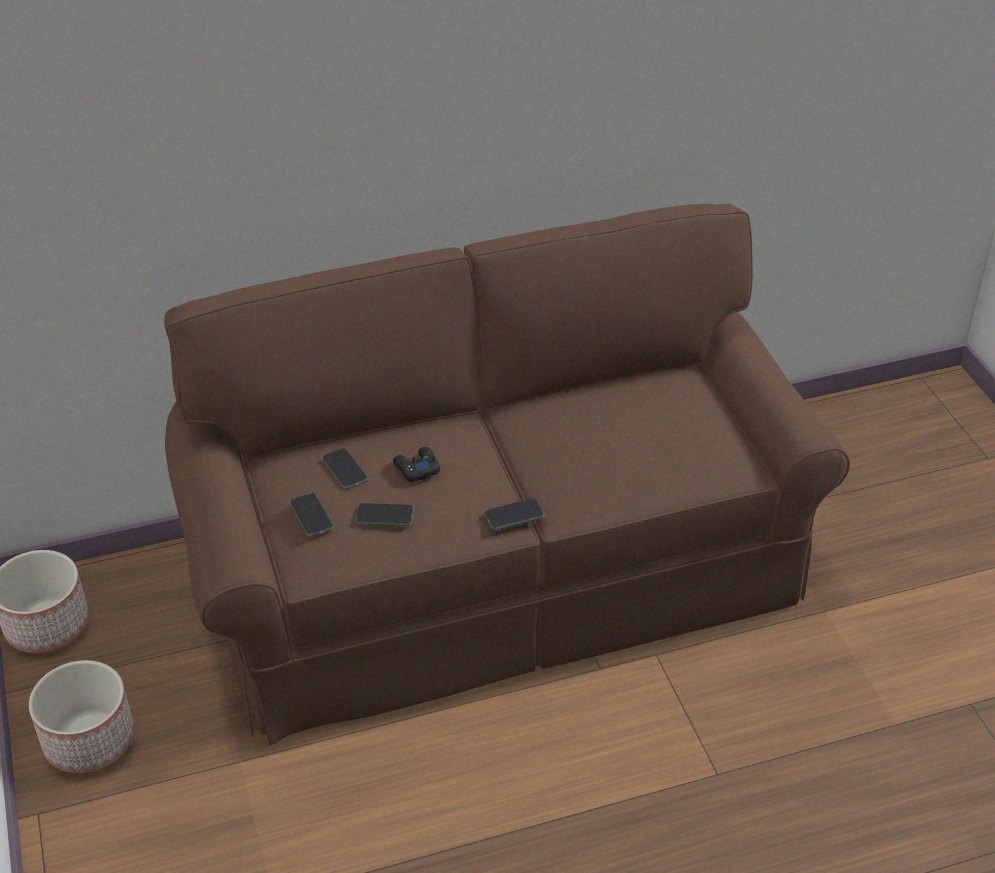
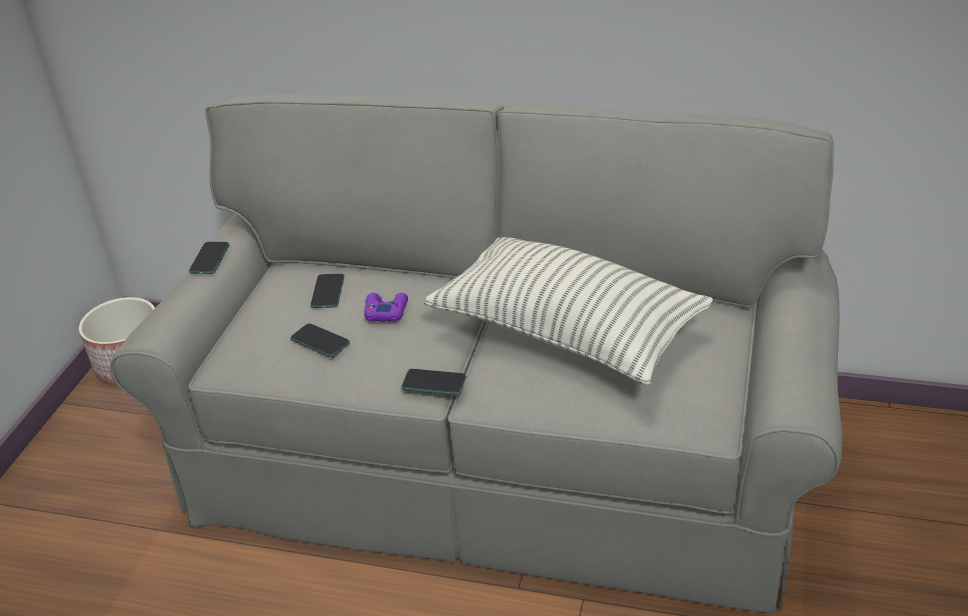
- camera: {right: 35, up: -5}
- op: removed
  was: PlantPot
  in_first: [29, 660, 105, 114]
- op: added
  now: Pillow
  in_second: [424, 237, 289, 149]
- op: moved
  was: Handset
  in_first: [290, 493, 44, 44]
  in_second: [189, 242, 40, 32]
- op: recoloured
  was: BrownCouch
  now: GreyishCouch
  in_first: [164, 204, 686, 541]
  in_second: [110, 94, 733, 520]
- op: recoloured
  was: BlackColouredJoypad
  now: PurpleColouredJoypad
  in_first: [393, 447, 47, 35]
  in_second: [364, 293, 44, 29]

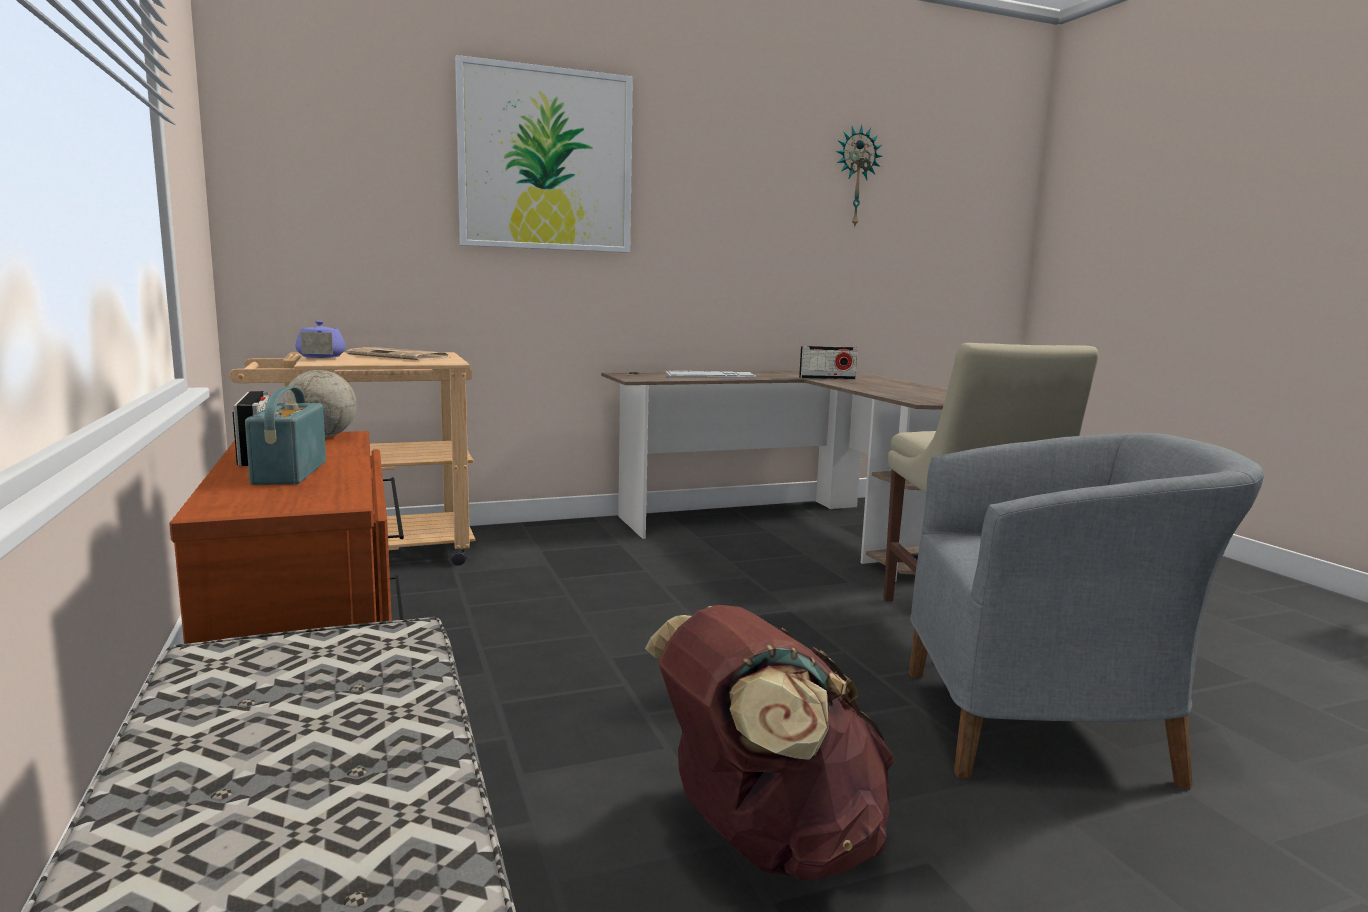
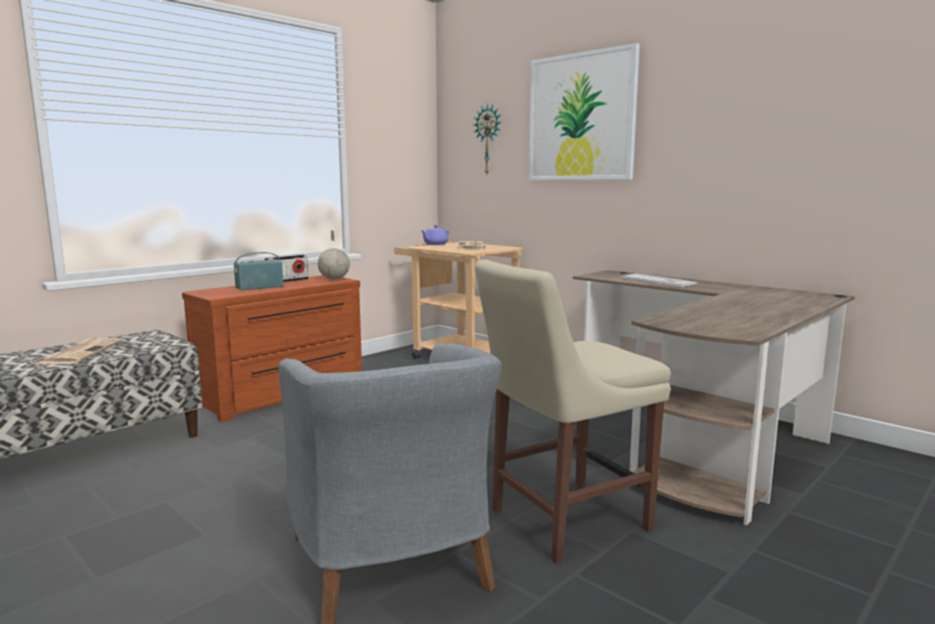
- camera: {right: 65, up: 0}
- op: removed
  was: BrownRucksack
  in_first: [645, 605, 249, 275]
- op: removed
  was: Radio
  in_first: [799, 346, 59, 34]
- op: added
  now: DailyPaper
  in_second: [36, 338, 86, 26]
- op: moved
  was: HangingClock
  in_first: [836, 125, 46, 103]
  in_second: [474, 104, 28, 72]

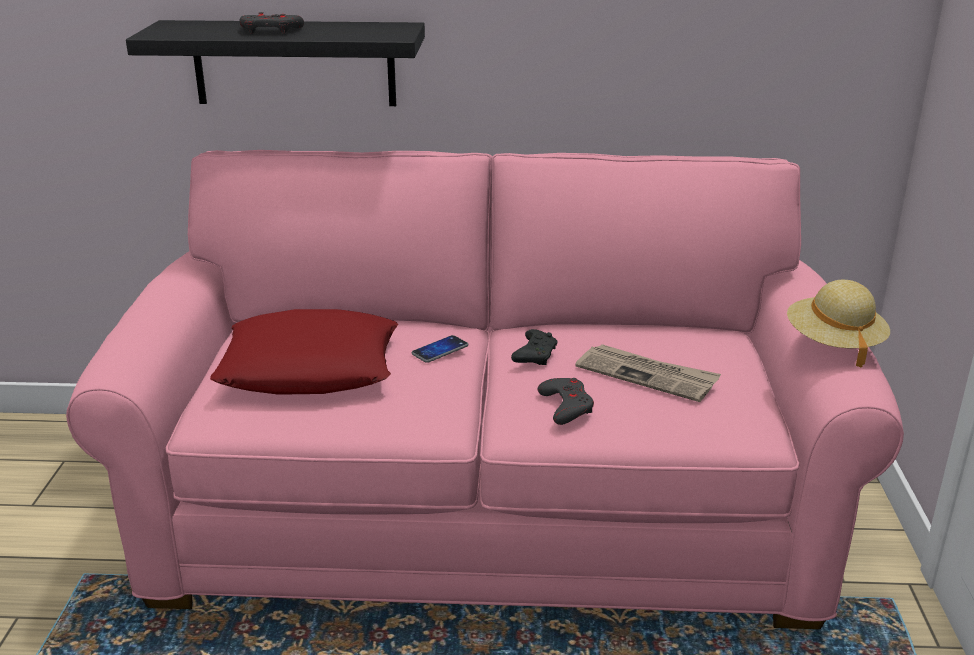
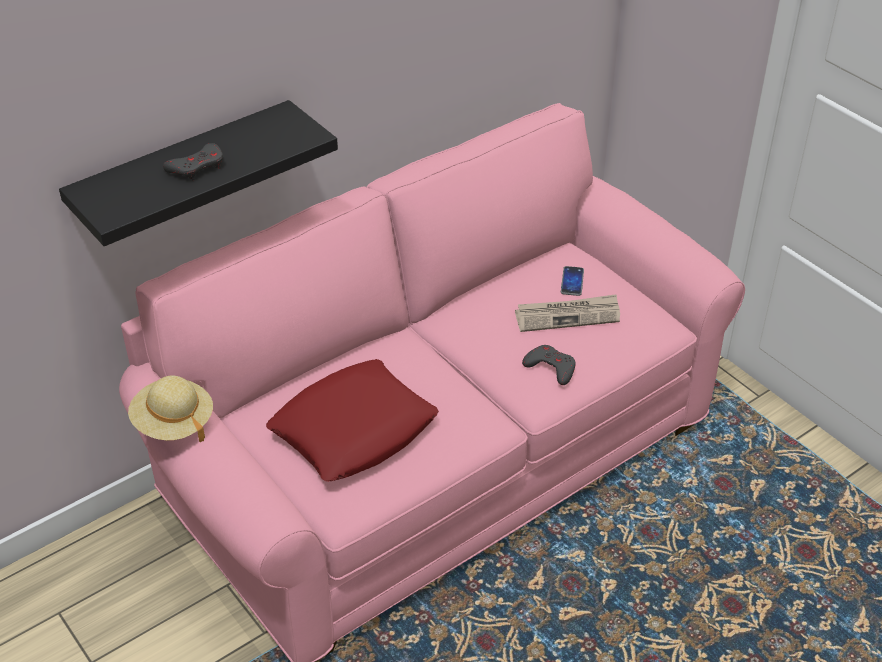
- camera: {right: -40, up: 15}
- op: removed
  was: BlackColouredJoypad
  in_first: [511, 329, 46, 36]
- op: moved
  was: Handset
  in_first: [411, 335, 57, 28]
  in_second: [561, 266, 23, 30]
- op: moved
  was: BeigeWearableHat
  in_first: [787, 280, 103, 87]
  in_second: [128, 375, 85, 67]

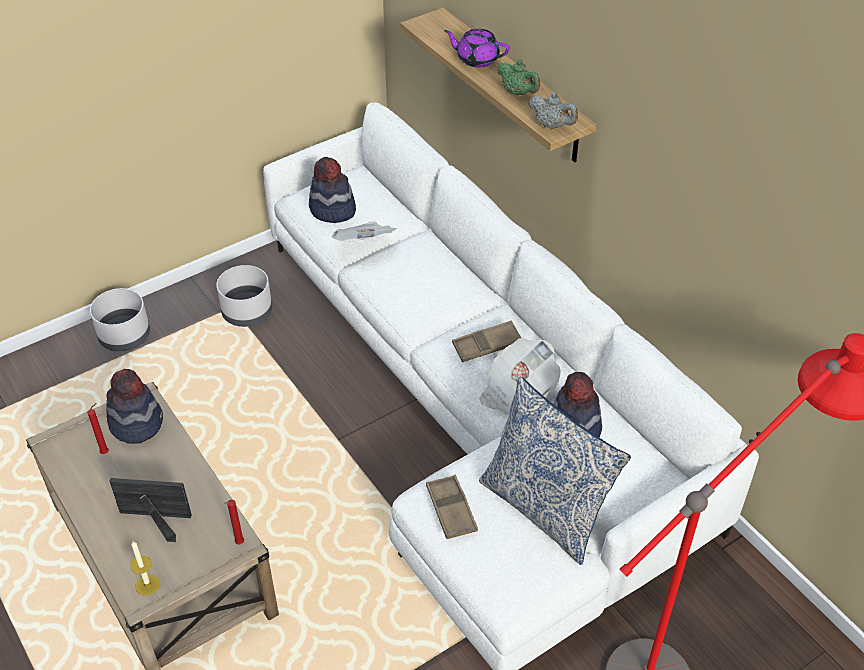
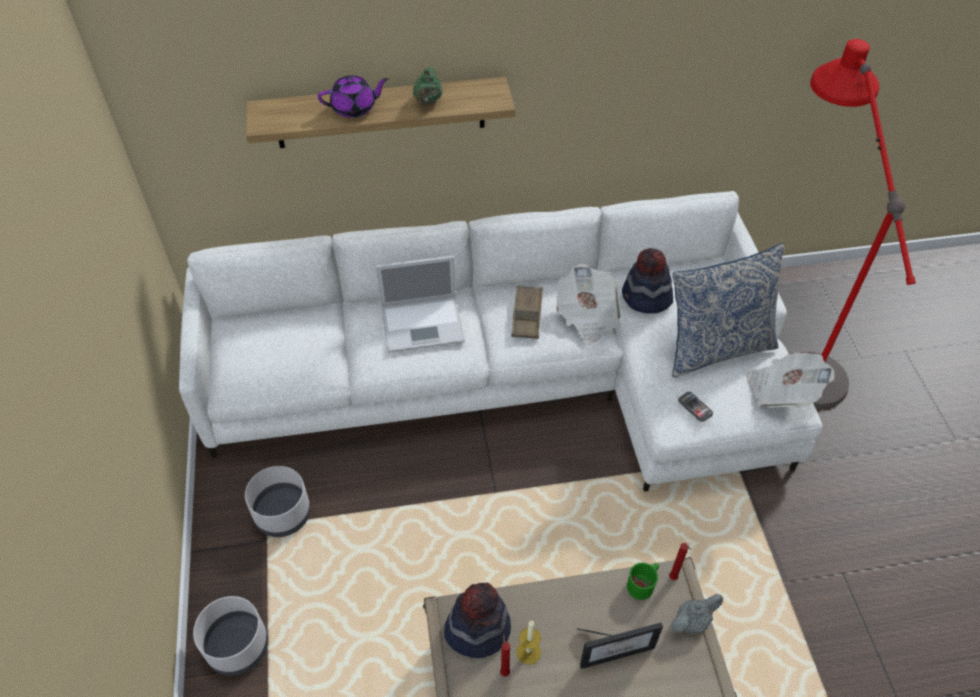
- camera: {right: -65, up: 5}
- op: removed
  was: WearableHat
  in_first: [309, 157, 47, 66]
- op: added
  now: PortableComputer
  in_second: [376, 256, 89, 97]
- op: added
  now: GreenColouredCoffeeMug
  in_second: [627, 563, 32, 37]
- op: moved
  was: WaxCandle
  in_first: [130, 541, 30, 55]
  in_second: [517, 621, 24, 43]
- op: moved
  was: DailyPaper
  in_first: [332, 221, 65, 20]
  in_second: [746, 352, 89, 56]
- op: moved
  was: GreyishPotForTea
  in_first: [528, 92, 50, 37]
  in_second: [671, 594, 52, 40]
- op: replaced
  was: BrownTray
  now: Handset
  in_first: [426, 475, 52, 64]
  in_second: [678, 392, 35, 30]
- op: turned
  was: PictureFrame
  in_first: [109, 478, 83, 64]
  in_second: [577, 623, 86, 46]
  clockwise: -135
- op: turned
  was: PurpleColouredPotForTea
  in_first: [444, 29, 66, 39]
  in_second: [318, 75, 70, 43]
  clockwise: -150
- op: turned
  was: GreenColouredPotForTea
  in_first: [497, 59, 43, 36]
  in_second: [413, 67, 29, 39]
  clockwise: 120

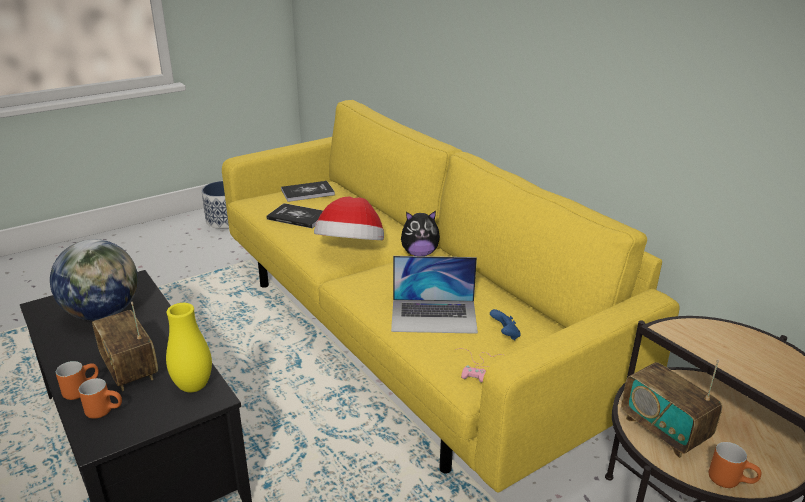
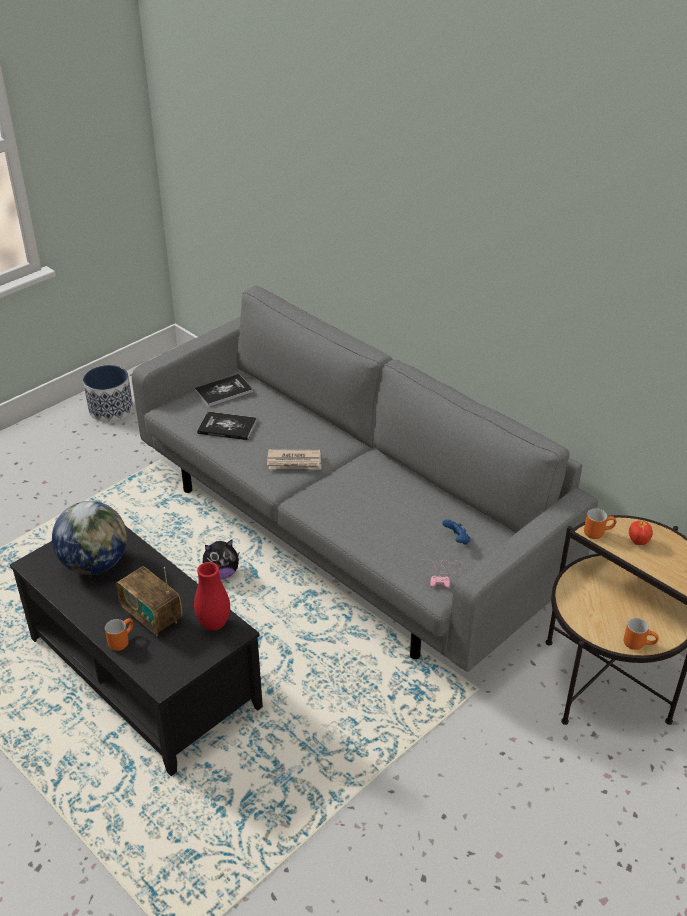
- camera: {right: -10, up: 10}
- op: removed
  was: PortableComputer
  in_first: [391, 256, 87, 78]
- op: removed
  was: Radio
  in_first: [621, 359, 101, 99]
- op: added
  now: AppleFruit
  in_second: [629, 521, 24, 24]
- op: moved
  was: OrangeyCoffeeMug
  in_first: [79, 378, 43, 41]
  in_second: [584, 508, 32, 31]
- op: moved
  was: CuddlyToy
  in_first: [401, 211, 39, 45]
  in_second: [202, 540, 37, 39]
- op: replaced
  was: WearableHat
  now: DailyPaper
  in_first: [314, 197, 70, 43]
  in_second: [267, 449, 54, 21]
- op: recoloured
  was: YellowFlowerVase
  now: RedFlowerVase
  in_first: [166, 303, 46, 89]
  in_second: [194, 562, 36, 69]
- op: recoloured
  was: YellowCouch
  now: GreyishCouch
  in_first: [222, 100, 457, 392]
  in_second: [132, 285, 466, 387]

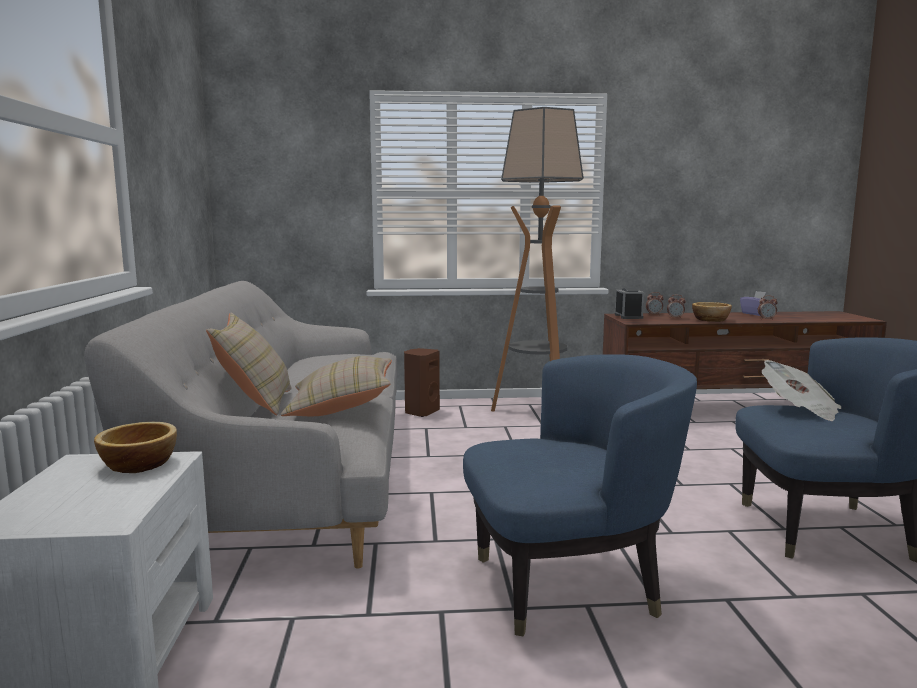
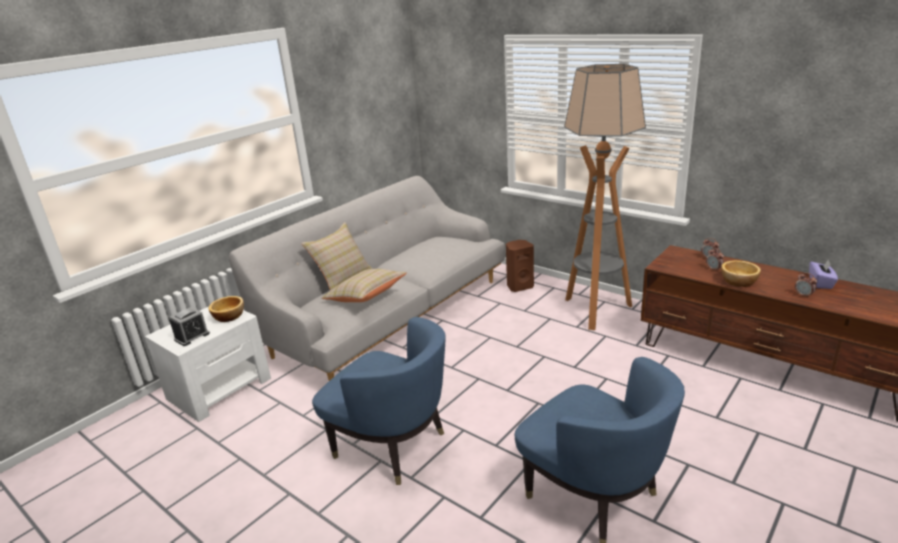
- camera: {right: 45, up: 15}
- op: removed
  was: DailyPaper
  in_first: [762, 360, 79, 61]
- op: moved
  was: AlarmClock
  in_first: [615, 288, 29, 31]
  in_second: [169, 307, 41, 39]

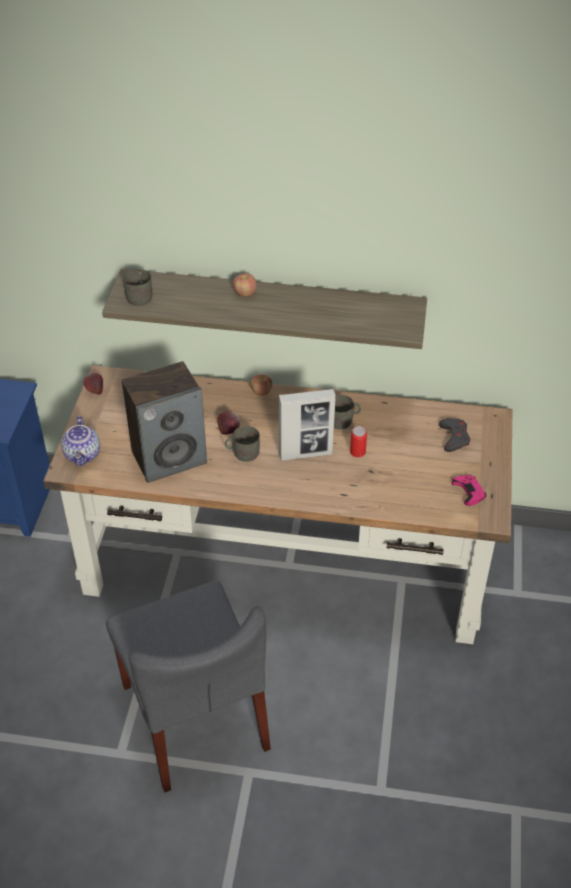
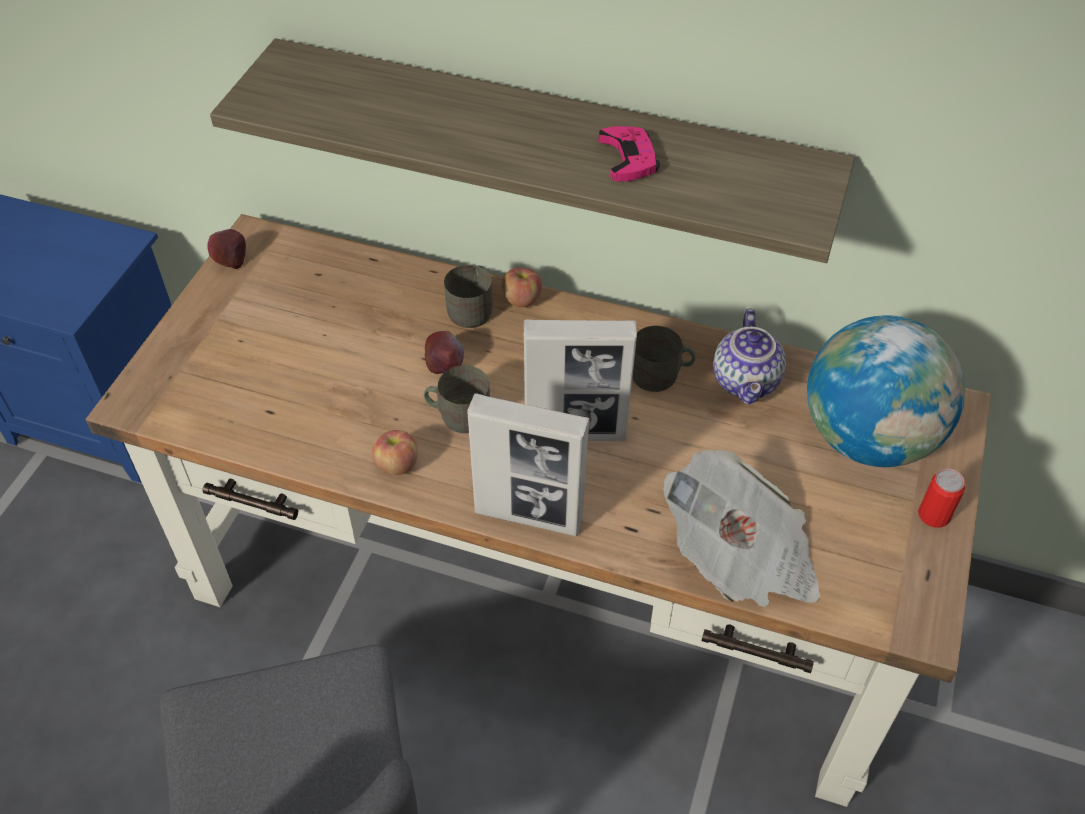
- camera: {right: 10, up: 5}
- op: removed
  was: AudioSpeaker
  in_first: [122, 361, 85, 122]
- op: added
  now: PictureFrame
  in_second: [467, 394, 123, 142]
- op: added
  now: DailyPaper
  in_second: [663, 450, 158, 157]
- op: moved
  was: PotForTea
  in_first: [61, 416, 39, 50]
  in_second: [713, 308, 73, 96]
- op: moved
  was: GreyishCoffeeMug
  in_first: [123, 269, 29, 37]
  in_second: [444, 265, 49, 63]
- op: moved
  was: AppleFruit
  in_first: [233, 273, 24, 24]
  in_second: [372, 430, 46, 45]
- op: moved
  was: MetalCan
  in_first: [350, 426, 17, 31]
  in_second: [918, 468, 47, 60]
- op: moved
  was: PinkishJoypad
  in_first: [452, 475, 34, 31]
  in_second: [598, 126, 62, 55]
- op: replaced
  was: GreyishJoypad
  now: DeskGlobe
  in_first: [439, 418, 31, 34]
  in_second: [807, 315, 158, 152]

